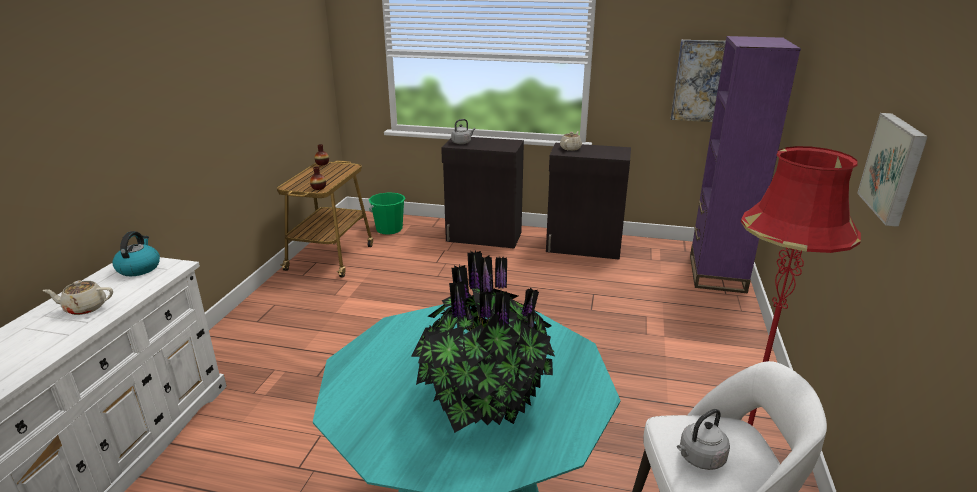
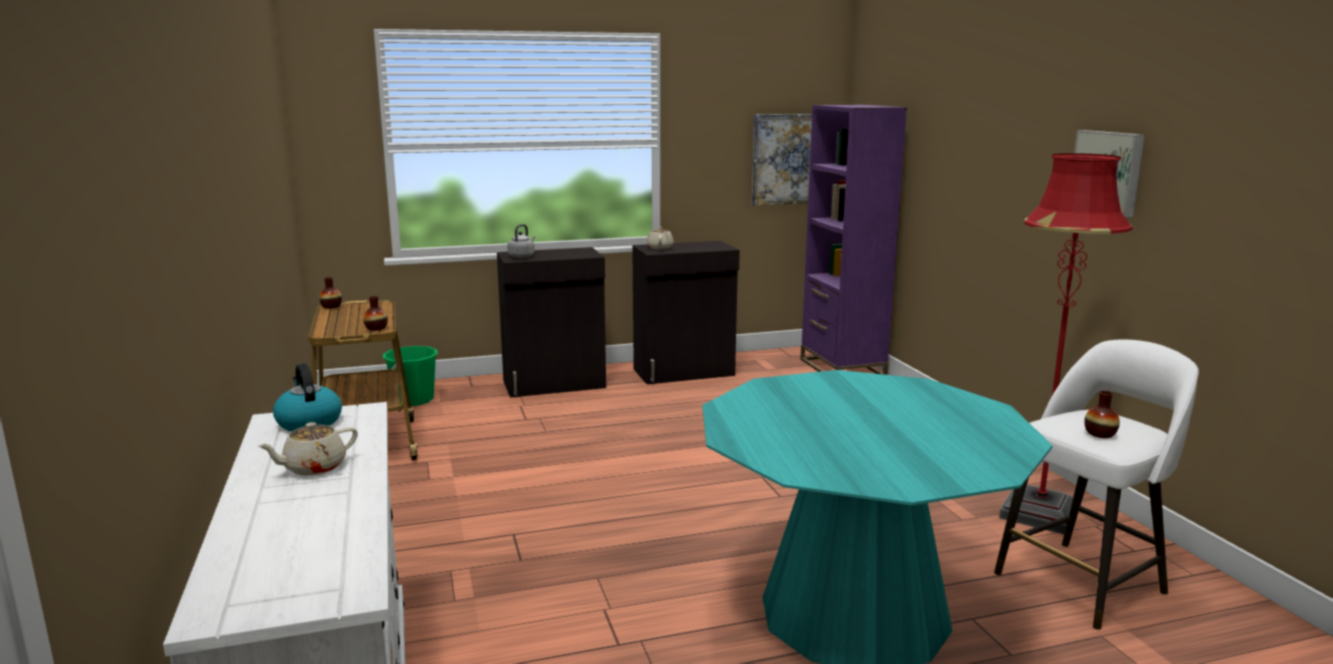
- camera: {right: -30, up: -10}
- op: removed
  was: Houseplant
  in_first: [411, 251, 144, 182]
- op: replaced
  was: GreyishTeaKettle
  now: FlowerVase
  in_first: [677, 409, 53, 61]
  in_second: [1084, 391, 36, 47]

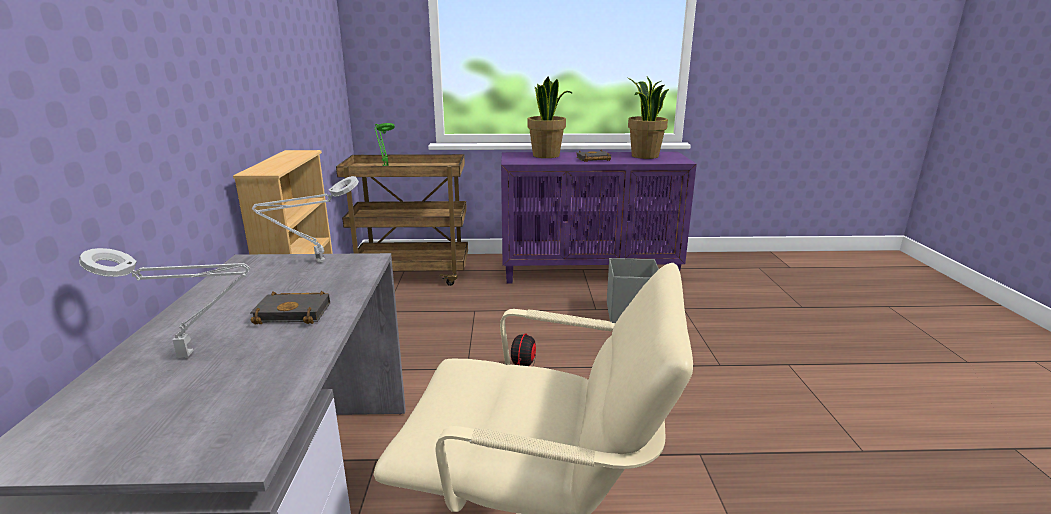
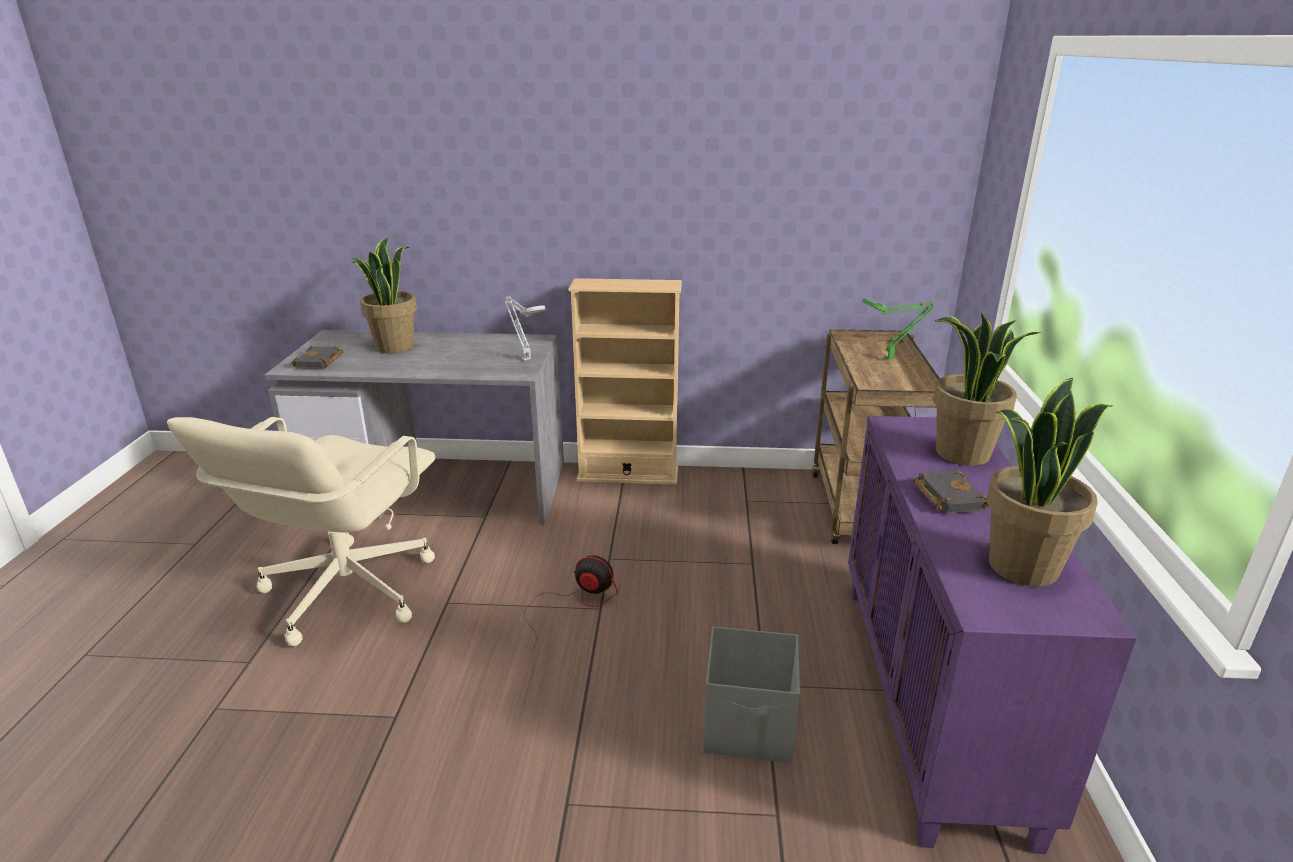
- camera: {right: 95, up: 5}
- op: moved
  was: BlackColouredBoundBook
  in_first: [250, 291, 80, 33]
  in_second: [291, 346, 53, 23]
- op: replaced
  was: GreyishTableLamp
  now: Houseplant
  in_first: [79, 248, 171, 110]
  in_second: [351, 237, 66, 117]

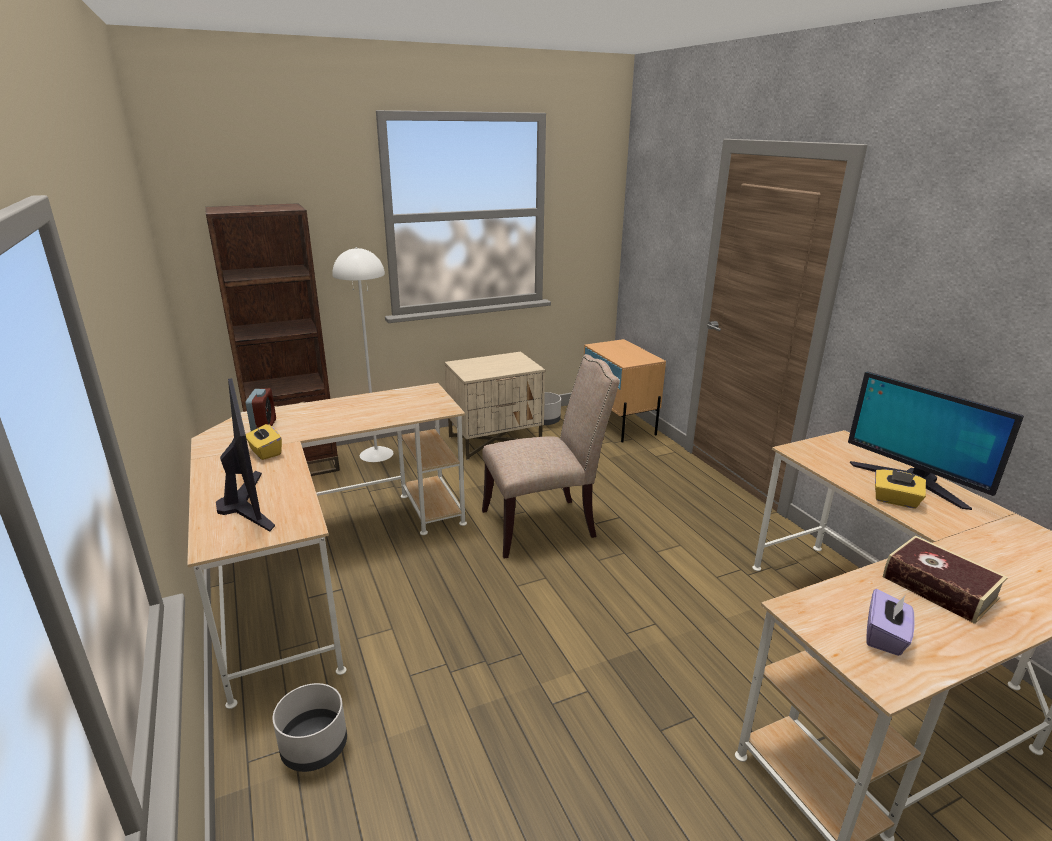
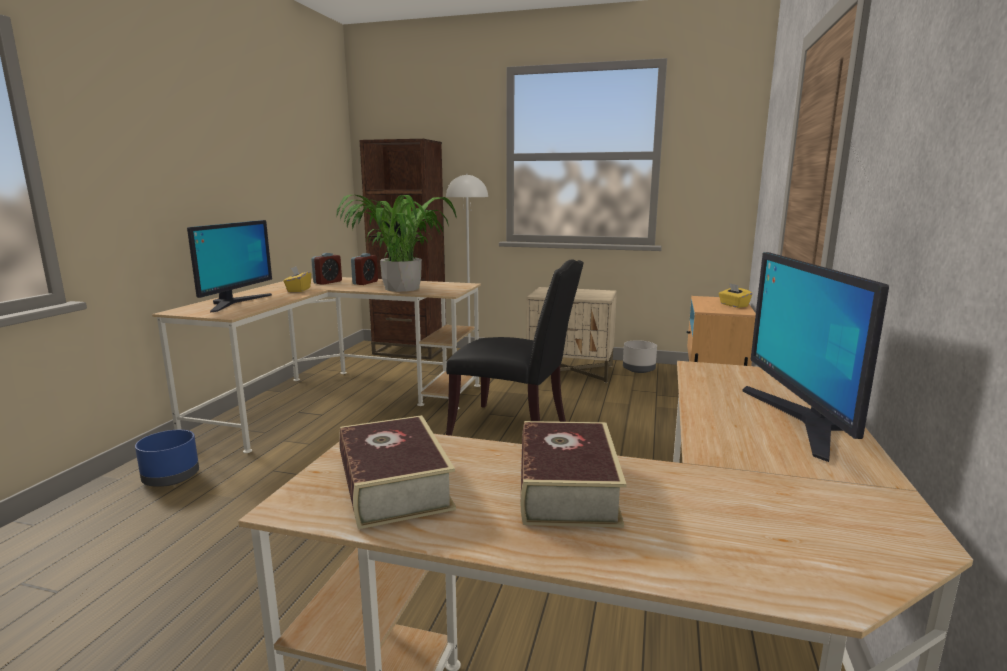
- camera: {right: 40, up: -10}
- op: added
  now: Houseplant
  in_second: [336, 195, 121, 97]
- op: added
  now: AlarmClock
  in_second: [351, 253, 27, 32]
- op: moved
  was: YellowTissueHolder
  in_first: [875, 469, 51, 40]
  in_second: [719, 283, 33, 25]
- op: replaced
  was: PurpleColouredTissueHolder
  now: BoundBook
  in_first: [866, 589, 49, 67]
  in_second: [339, 415, 117, 114]
- op: recoloured
  was: GreyishPlantPot
  now: BlueColouredPlantPot
  in_first: [273, 683, 74, 89]
  in_second: [135, 430, 64, 57]
- op: recoloured
  was: BeigeUprightChair
  now: BlackColouredUprightChair
  in_first: [482, 354, 138, 205]
  in_second: [446, 259, 138, 177]

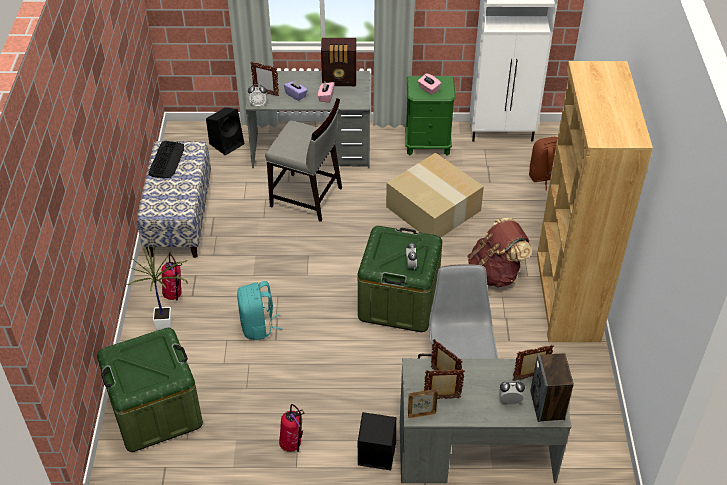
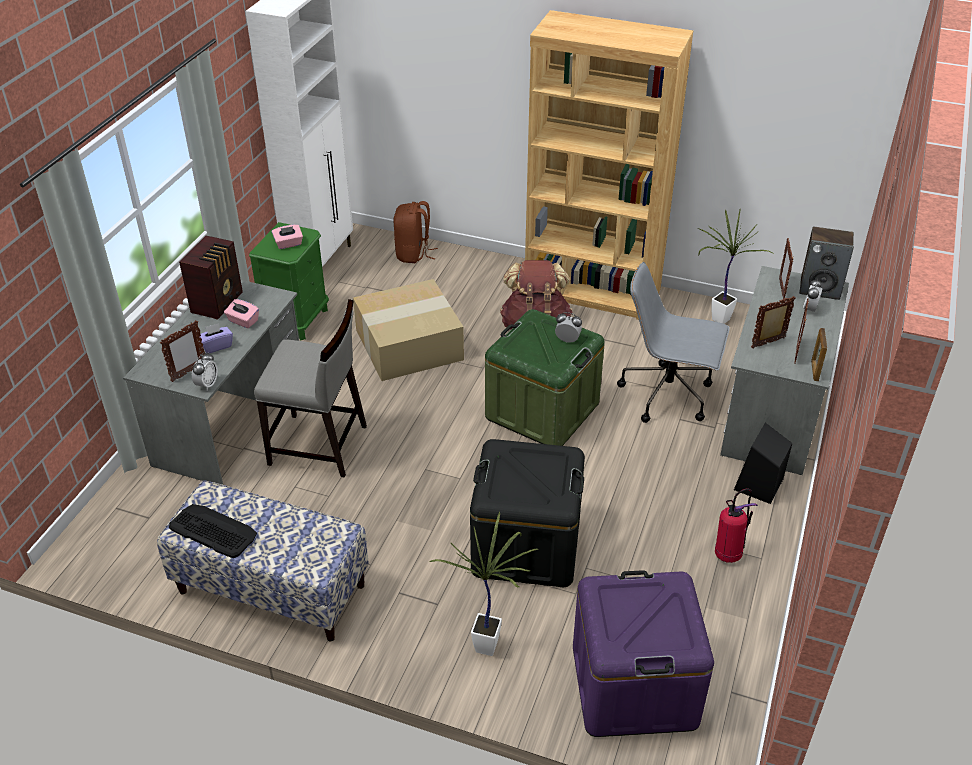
- camera: {right: -70, up: -5}
- op: removed
  was: FireExtinguisher
  in_first: [162, 254, 20, 46]
- op: removed
  was: BlackColouredAudioSpeaker
  in_first: [206, 107, 39, 48]
- op: added
  now: Houseplant
  in_second: [698, 209, 74, 115]
- op: replaced
  was: TurquoiseColouredRucksack
  now: BlackColouredStorageBox
  in_first: [237, 281, 45, 59]
  in_second: [470, 439, 115, 148]
- op: recoloured
  was: GreenColouredStorageBox
  now: PurpleColouredStorageBox
  in_first: [97, 328, 106, 124]
  in_second: [573, 570, 141, 167]
- op: turned
  was: GreyishUprightChair
  in_first: [265, 98, 77, 124]
  in_second: [254, 299, 113, 178]
  clockwise: 60

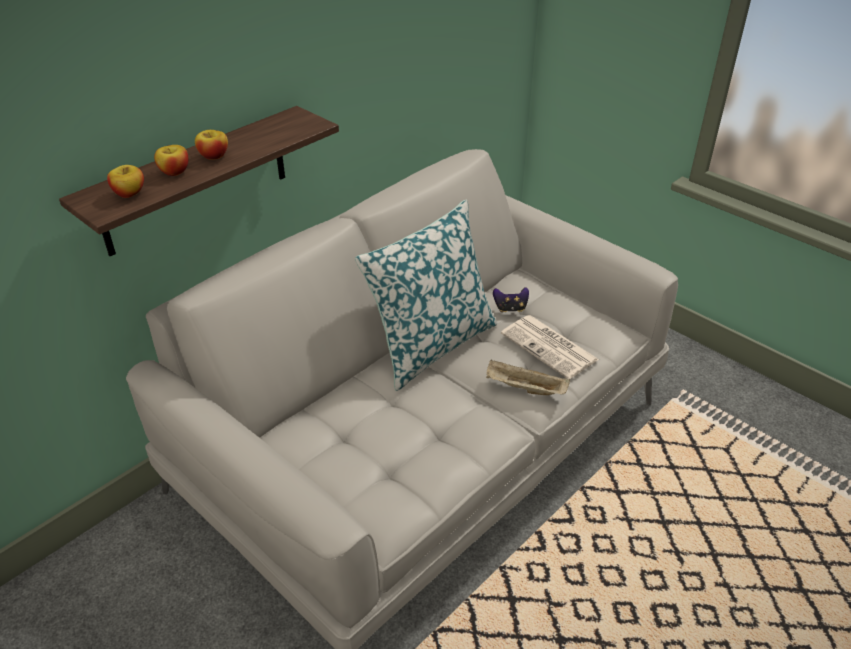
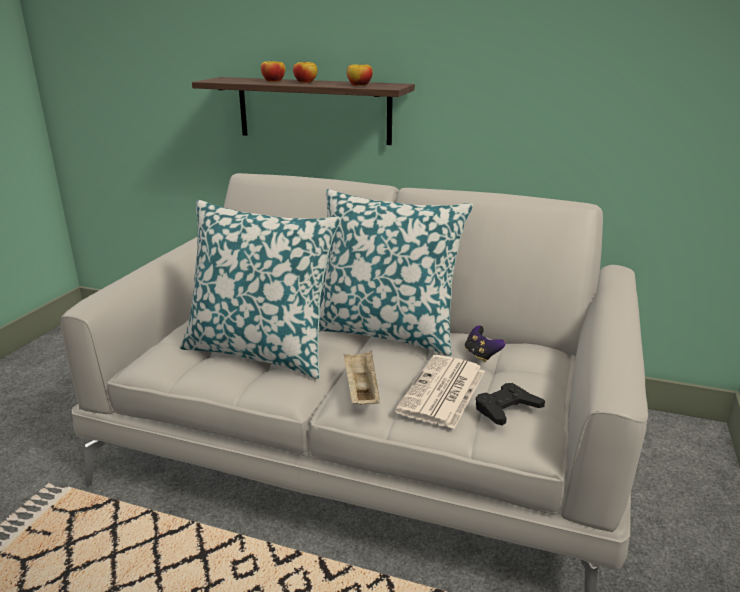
- camera: {right: 65, up: -15}
- op: added
  now: Pillow
  in_second: [180, 200, 161, 179]
- op: added
  now: BlackColouredJoypad
  in_second: [476, 383, 69, 43]
- op: moved
  was: AppleFruit
  in_first: [107, 165, 37, 33]
  in_second: [347, 63, 26, 23]

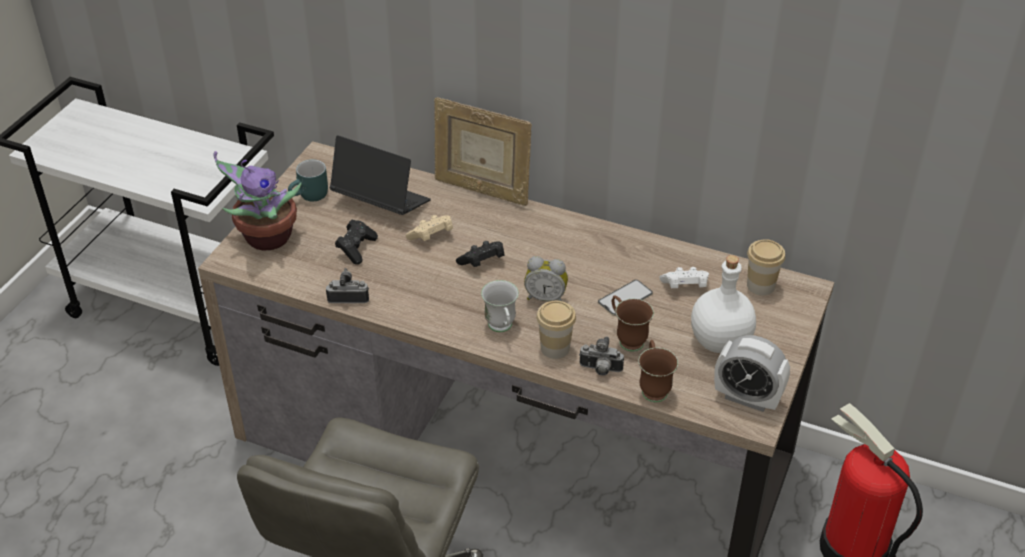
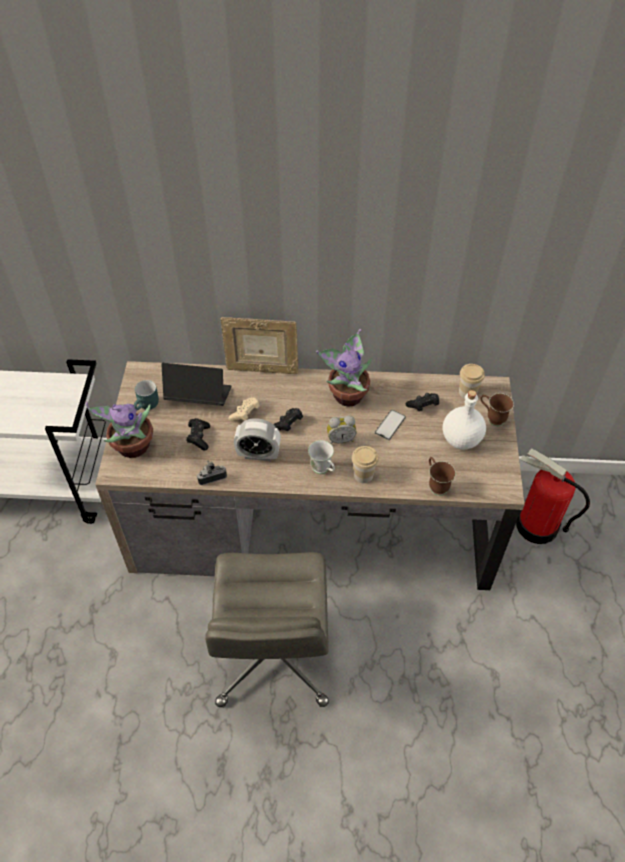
- camera: {right: -20, up: 10}
- op: removed
  was: StillCamera
  in_first: [579, 336, 45, 40]
- op: added
  now: Houseplant
  in_second: [316, 329, 56, 78]
- op: moved
  was: BrownCoffeeMug
  in_first: [612, 295, 42, 56]
  in_second: [481, 393, 33, 33]
- op: moved
  was: AlarmClock
  in_first: [714, 335, 76, 77]
  in_second: [234, 418, 47, 43]
- op: recoloured
  was: WhiteColouredJoypad
  now: BlackColouredJoypad
  in_first: [660, 267, 49, 21]
  in_second: [406, 393, 33, 18]

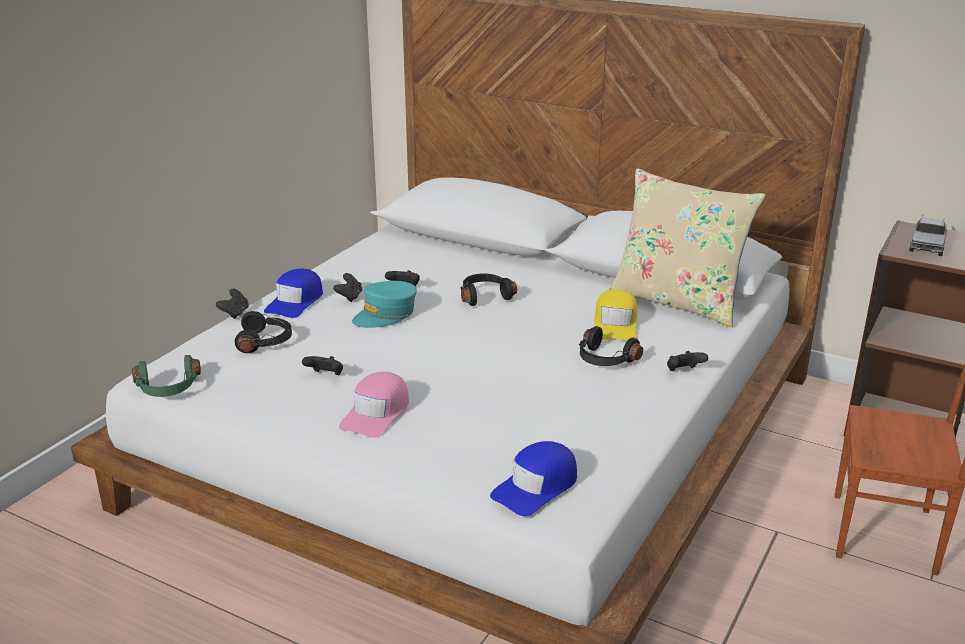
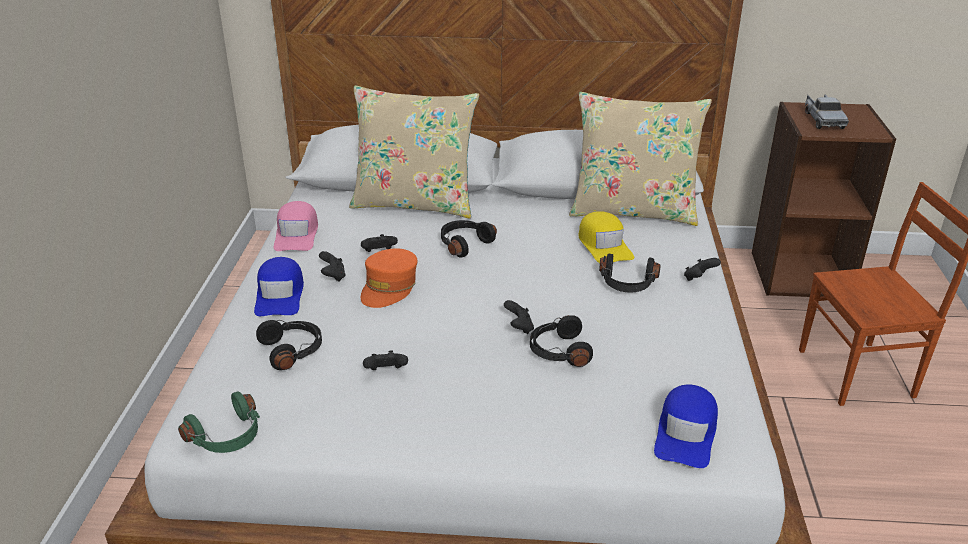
- camera: {right: -25, up: 5}
- op: added
  now: BeigePillow
  in_second: [349, 86, 130, 132]
- op: added
  now: BlackColouredHeadphones
  in_second: [530, 315, 63, 52]
- op: moved
  was: BlackColouredJoypad
  in_first: [216, 289, 33, 30]
  in_second: [504, 300, 30, 34]
- op: moved
  was: PinkishBaseballCap
  in_first: [339, 372, 70, 66]
  in_second: [274, 201, 44, 50]
- op: recoloured
  was: TurquoiseColouredBaseballCap
  now: OrangeyBaseballCap
  in_first: [352, 281, 65, 47]
  in_second: [361, 249, 56, 59]

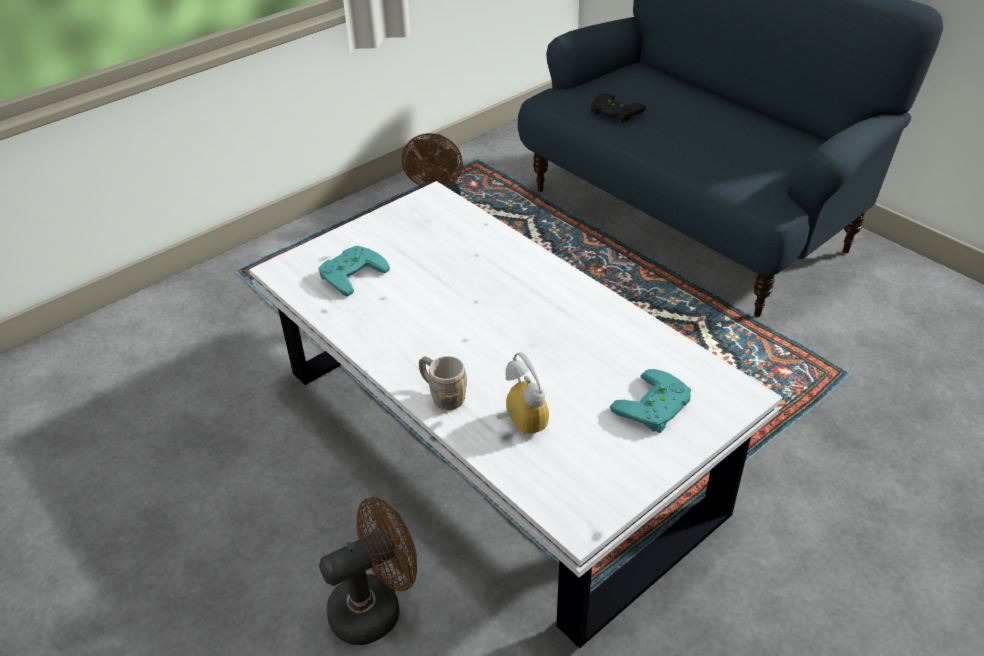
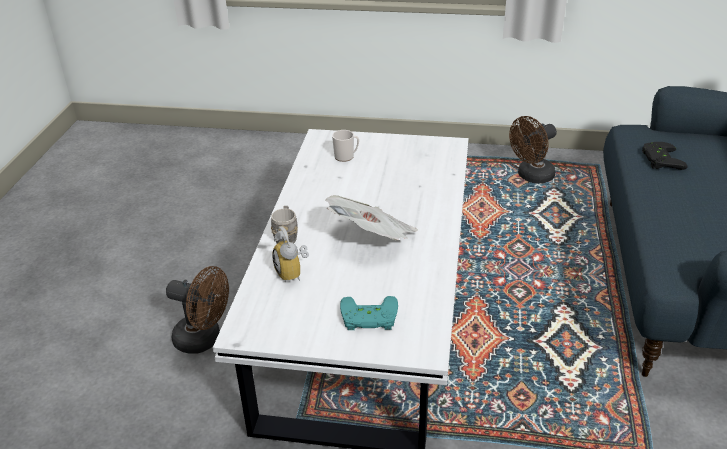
- camera: {right: 50, up: -5}
- op: added
  now: DailyPaper
  in_second: [325, 195, 93, 46]
- op: replaced
  was: TurquoiseColouredJoypad
  now: CoffeeMug
  in_first: [318, 246, 72, 51]
  in_second: [332, 130, 27, 32]
- op: turned
  was: AlarmClock
  in_first: [497, 352, 52, 83]
  in_second: [272, 226, 37, 57]
  clockwise: 135

